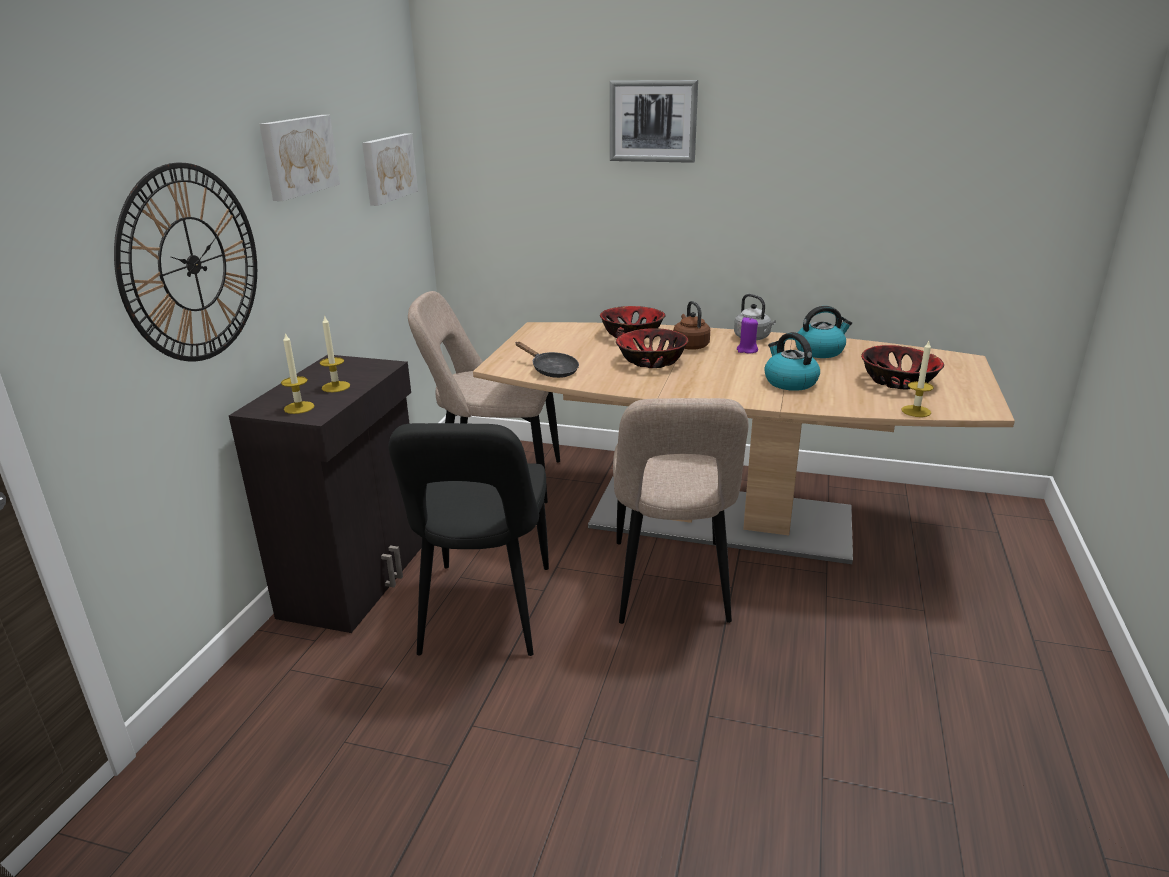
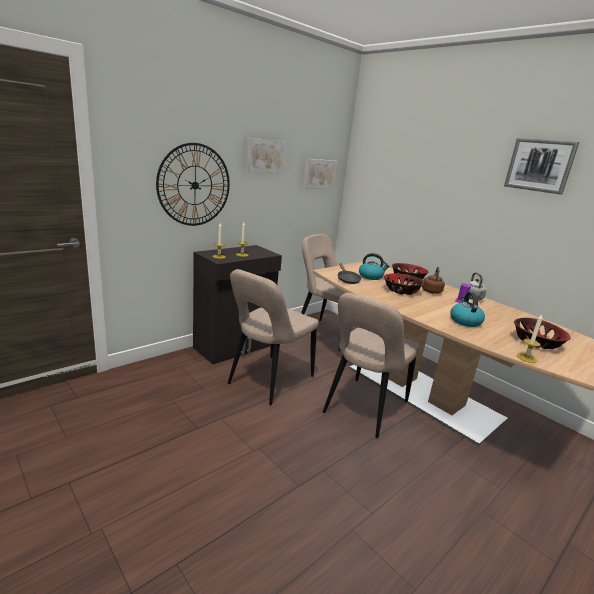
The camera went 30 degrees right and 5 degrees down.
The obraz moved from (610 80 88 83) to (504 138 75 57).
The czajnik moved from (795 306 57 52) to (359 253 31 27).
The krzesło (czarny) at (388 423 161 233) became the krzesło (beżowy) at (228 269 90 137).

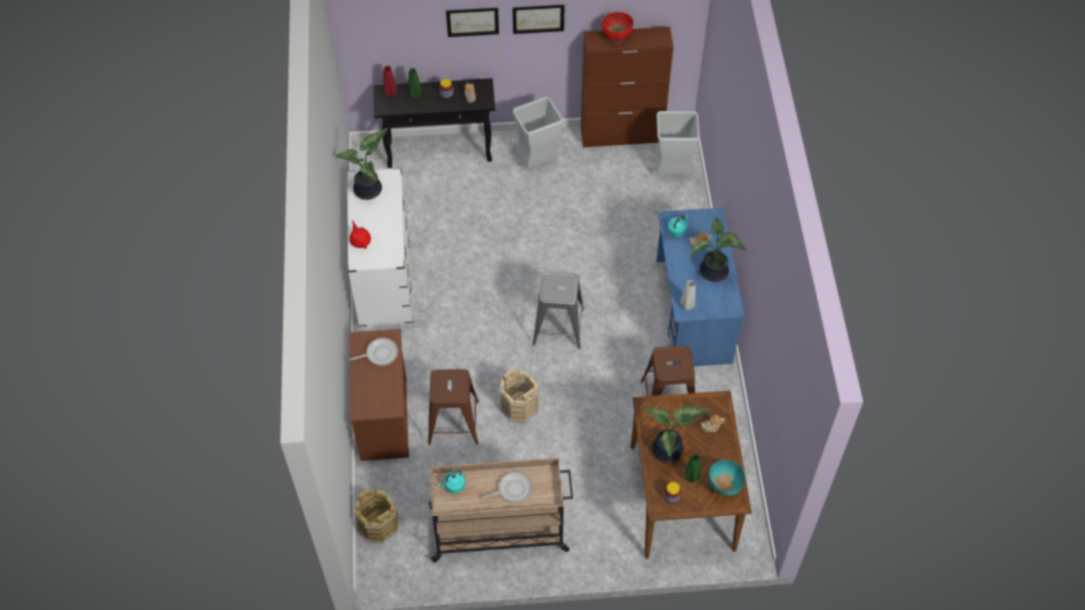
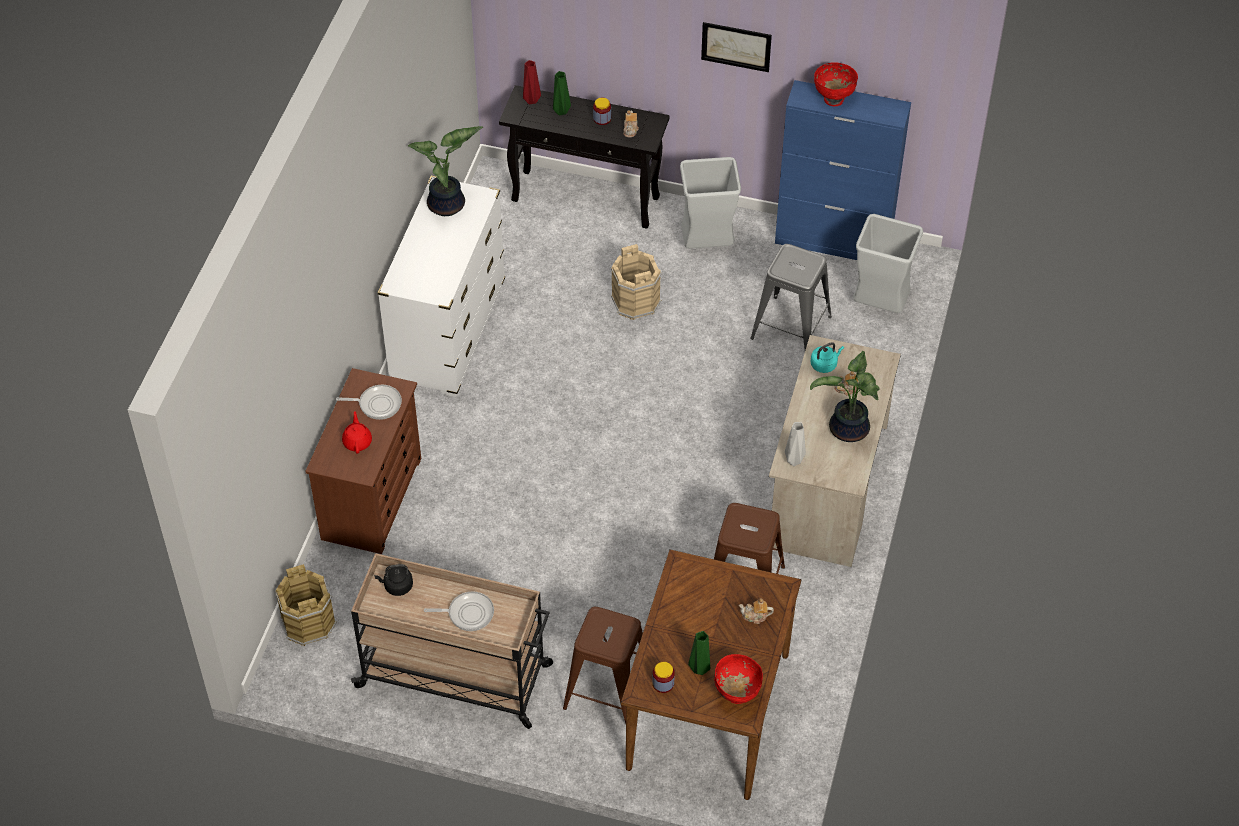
The camera went 20 degrees right and 5 degrees down.
The obraz at (446 8 53 29) disappeared.
The roślina doniczkowa at (645 406 66 57) disappeared.
The imbryk (czerwony) moved from (350 220 21 29) to (342 411 30 43).
The stołek (brązowy) moved from (428 369 51 76) to (563 607 80 117).
The wiadro (beżowy) moved from (499 368 40 56) to (611 244 51 76).
The stołek (szary) moved from (533 272 51 77) to (750 244 82 106).
The czajnik (turkusowy) at (438 470 28 23) became the czajnik (czarny) at (374 564 39 32).
The szafka (brązowy) at (581 27 92 120) became the szafka (niebieski) at (775 80 136 180).
The biurko (niebieski) at (656 207 89 159) became the biurko (beżowy) at (769 335 132 232).
The miska (turkusowy) at (709 460 36 35) became the miska (czerwony) at (714 654 49 50).

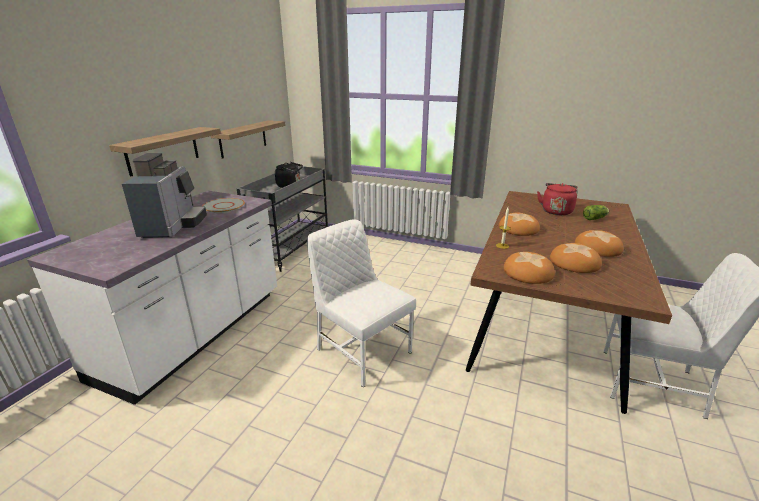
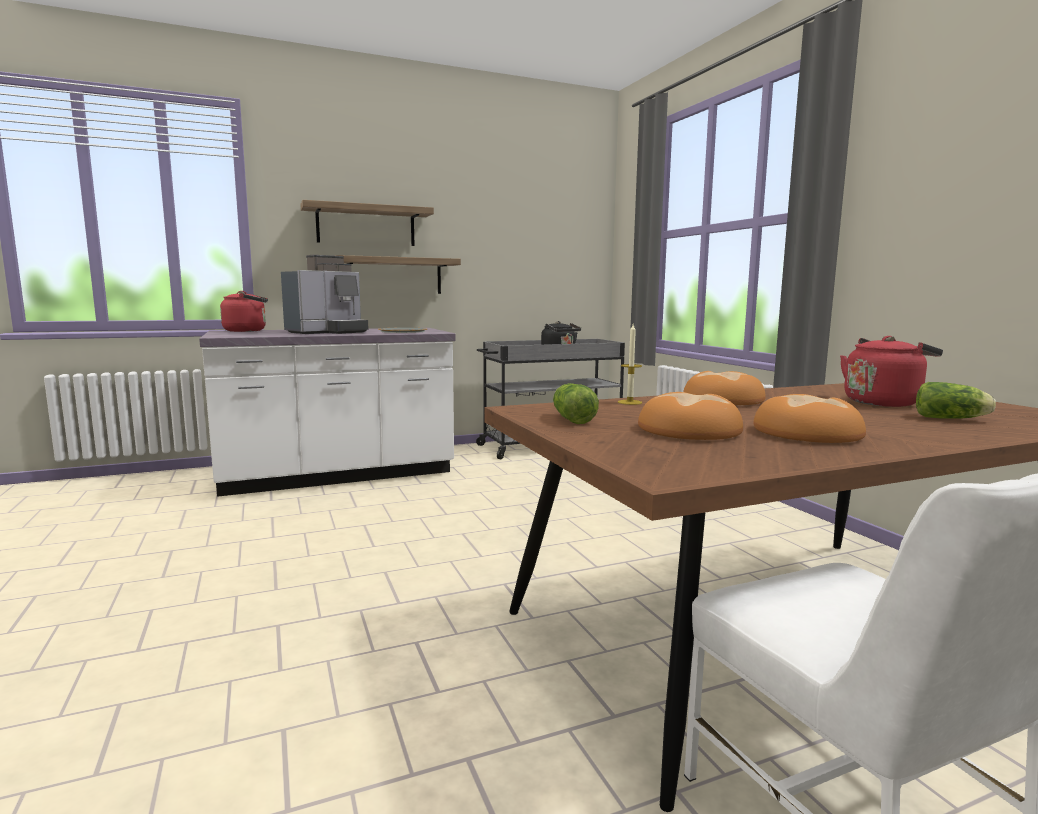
The camera went 45 degrees right and 15 degrees down.
The krzesło (biały) at (307 219 109 168) disappeared.
The czajnik (czerwony) at (220 291 48 41) appeared.
The półka moved from (211 120 75 39) to (300 200 134 46).
The chleb at (503 252 52 32) was replaced by the sałata at (553 383 46 41).

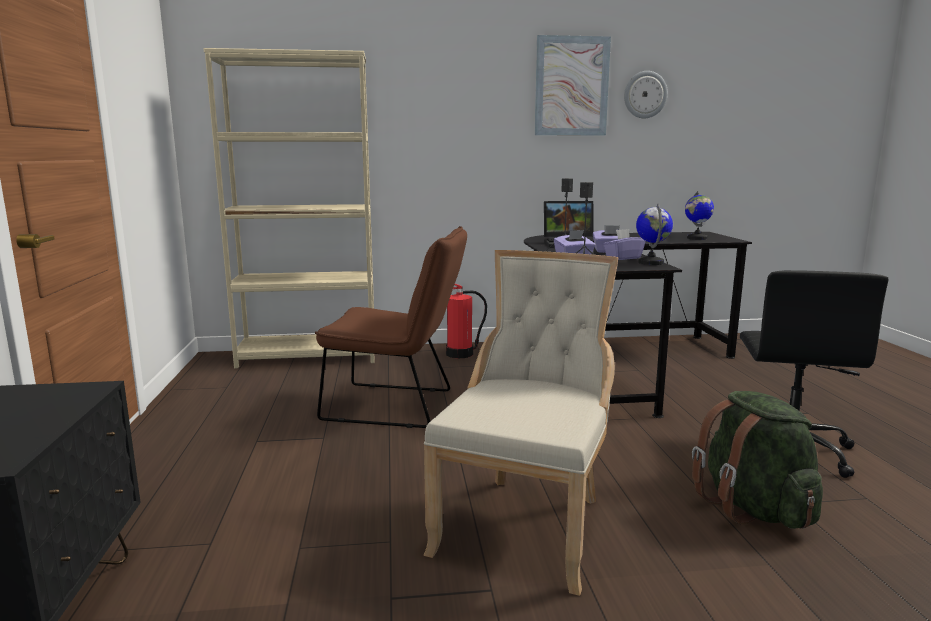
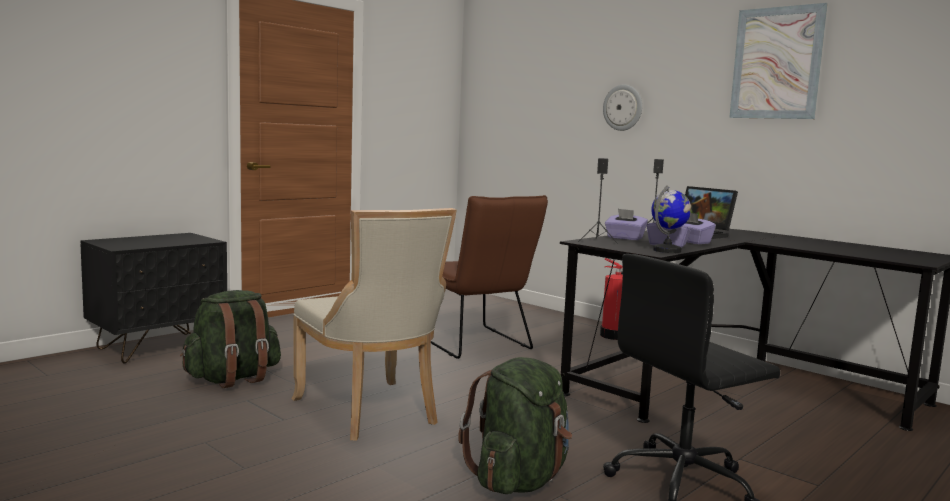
The camera went 50 degrees right and 5 degrees down.
The regał (beżowy) at (203 48 172 320) disappeared.
The globus at (685 191 29 49) disappeared.
The plecak (zielony) at (180 290 101 98) appeared.
The zegar ścienny moved from (624 71 44 47) to (603 84 39 47).
The krzesło (beżowy) at (423 250 196 346) turned 75 degrees clockwise.

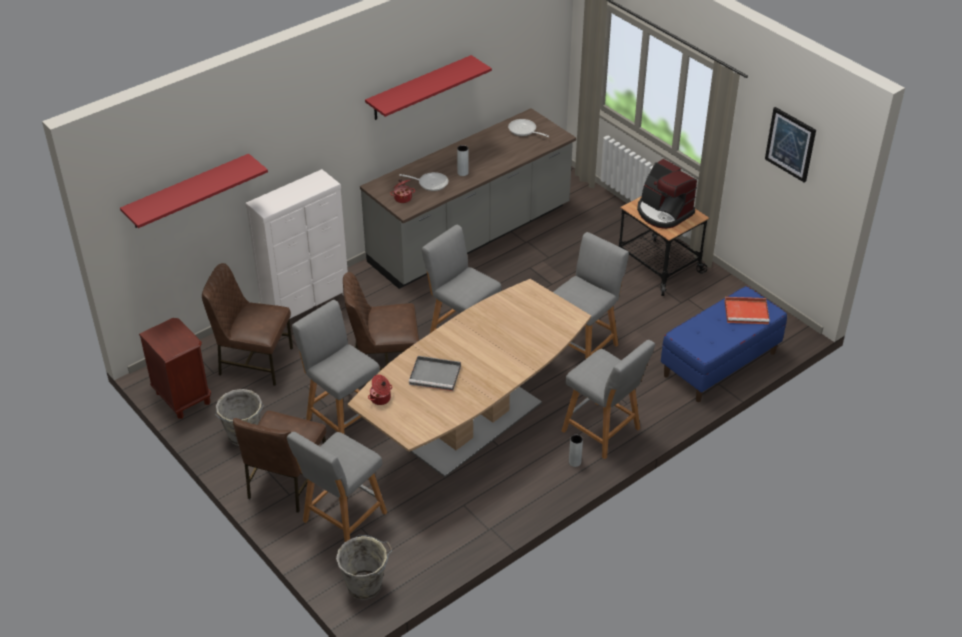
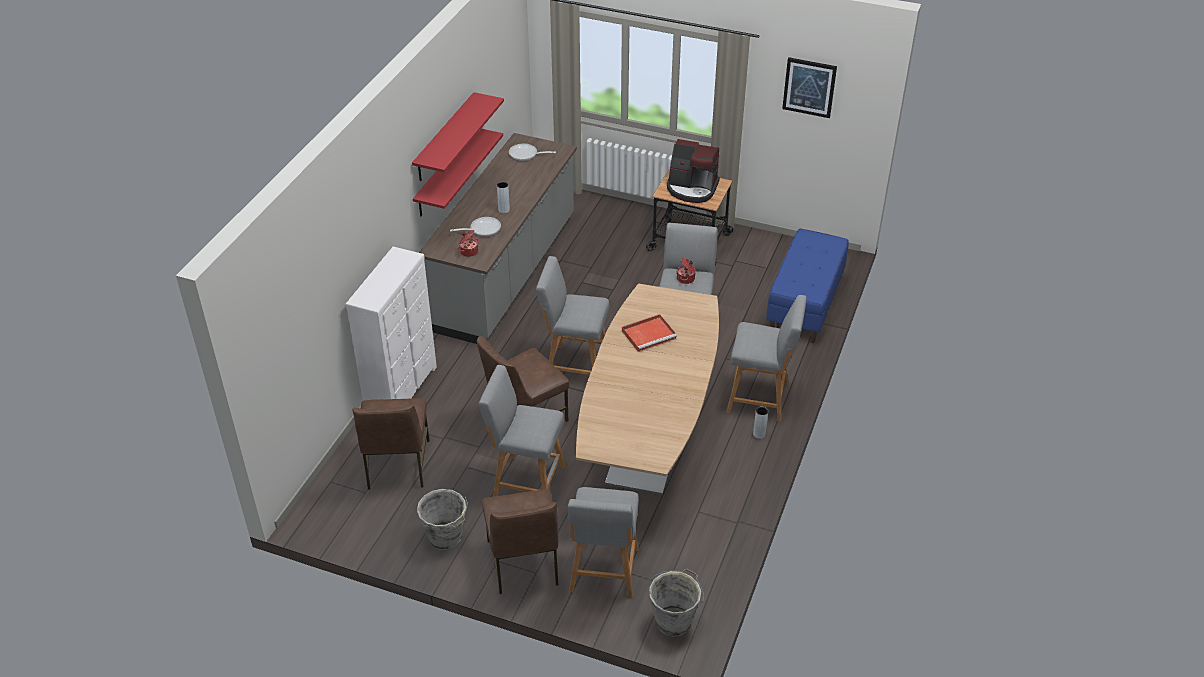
The camera went 30 degrees left and 0 degrees up.
The szafka nocna (brązowy) at (139 318 72 101) disappeared.
The taca (szary) at (409 356 52 35) disappeared.
The półka (czerwony) moved from (120 154 148 74) to (413 129 90 87).
The garnek moved from (368 374 25 31) to (676 257 20 27).
The taca (czerwony) moved from (725 297 45 27) to (622 314 55 38).
The krzesło (brązowy) at (202 263 91 123) turned 75 degrees counterclockwise.

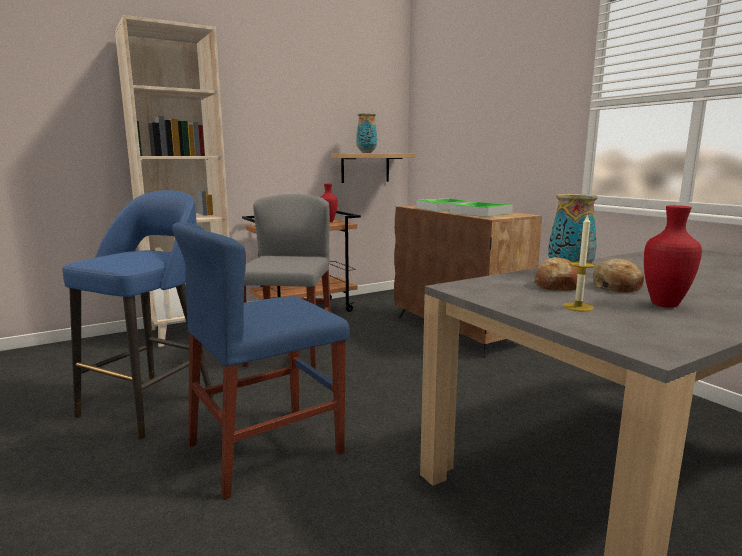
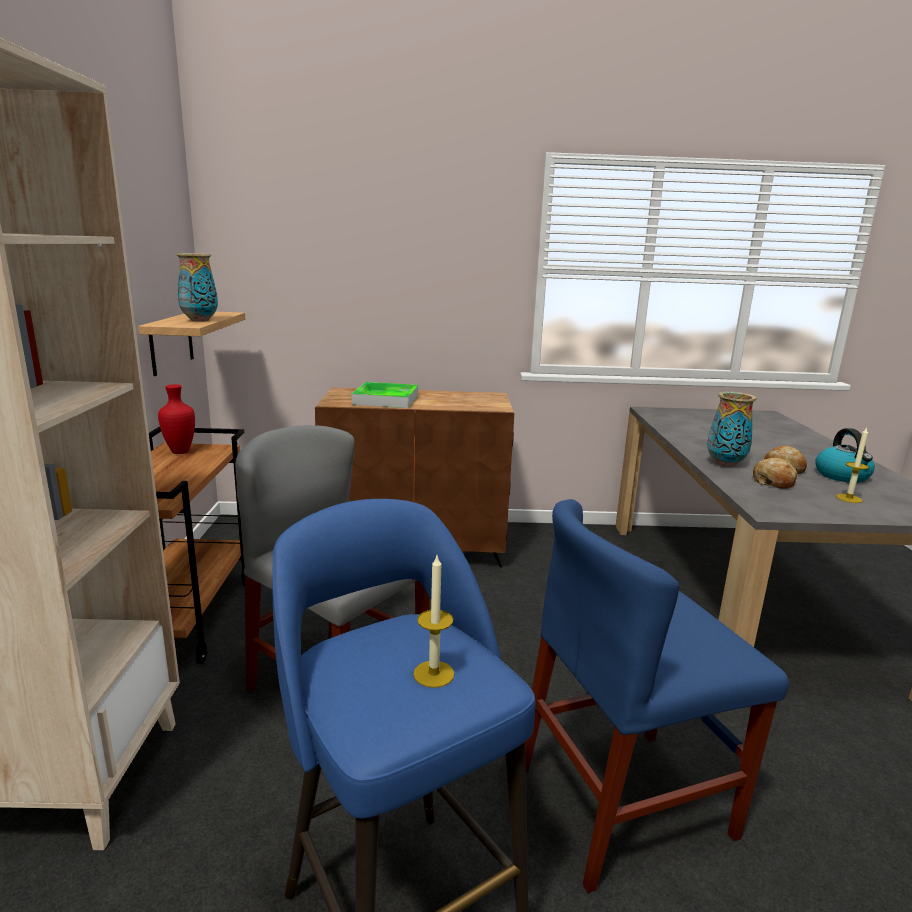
The camera went 60 degrees left and 5 degrees up.
The taca at (450 202 63 15) disappeared.
The świeca at (413 556 42 132) appeared.
The wazon (czerwony) at (644 205 58 103) was replaced by the czajnik at (815 428 60 55).
The krzesło (niebieski) at (172 222 178 278) turned 75 degrees clockwise.

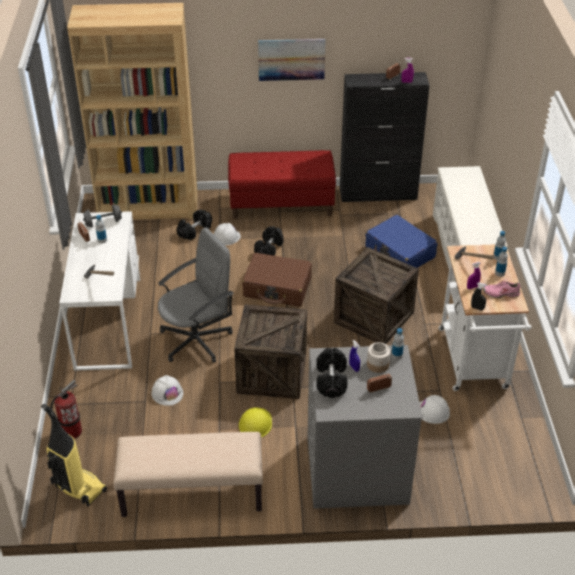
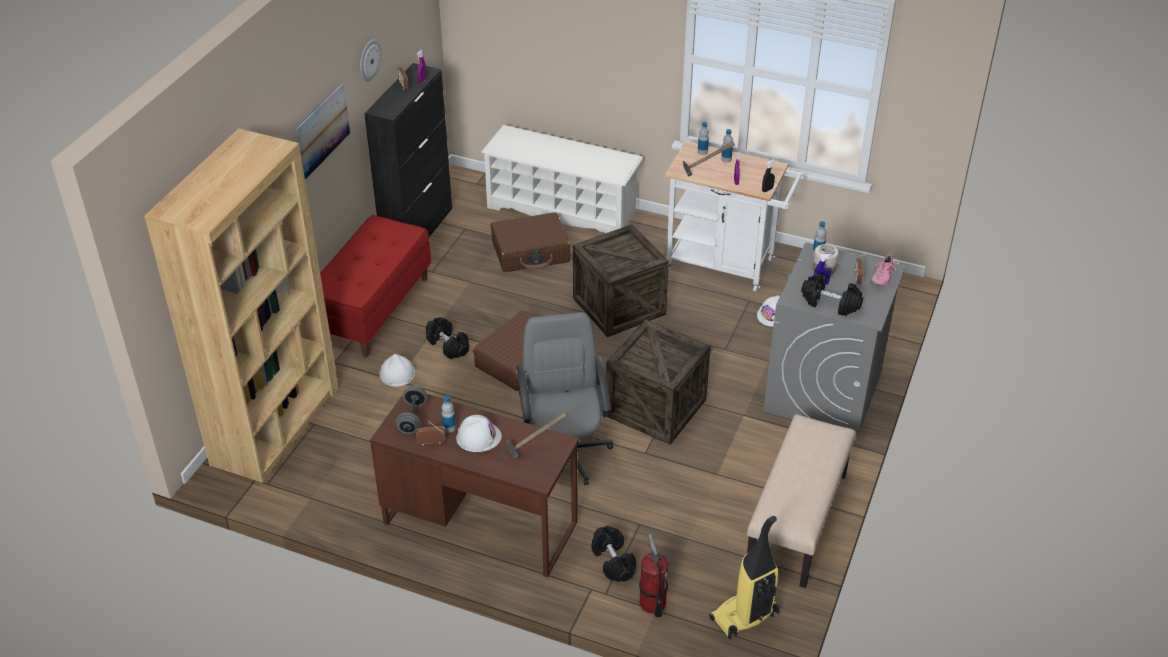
The camera went 65 degrees left and 0 degrees up.
The kask (żółty) at (239 407 33 30) disappeared.
The zegar ścienny at (360 39 21 42) appeared.
The kask (biały) moved from (152 375 31 31) to (456 415 46 37).
The hantel (czarny) moved from (177 209 35 31) to (592 525 44 57).
The but (różowy) moved from (483 279 37 19) to (871 253 27 33).
The biurko (biały) at (59 211 81 160) became the biurko (brązowy) at (370 394 209 183).
The walizka (niebieski) at (365 215 73 53) became the walizka (brązowy) at (491 212 79 60).

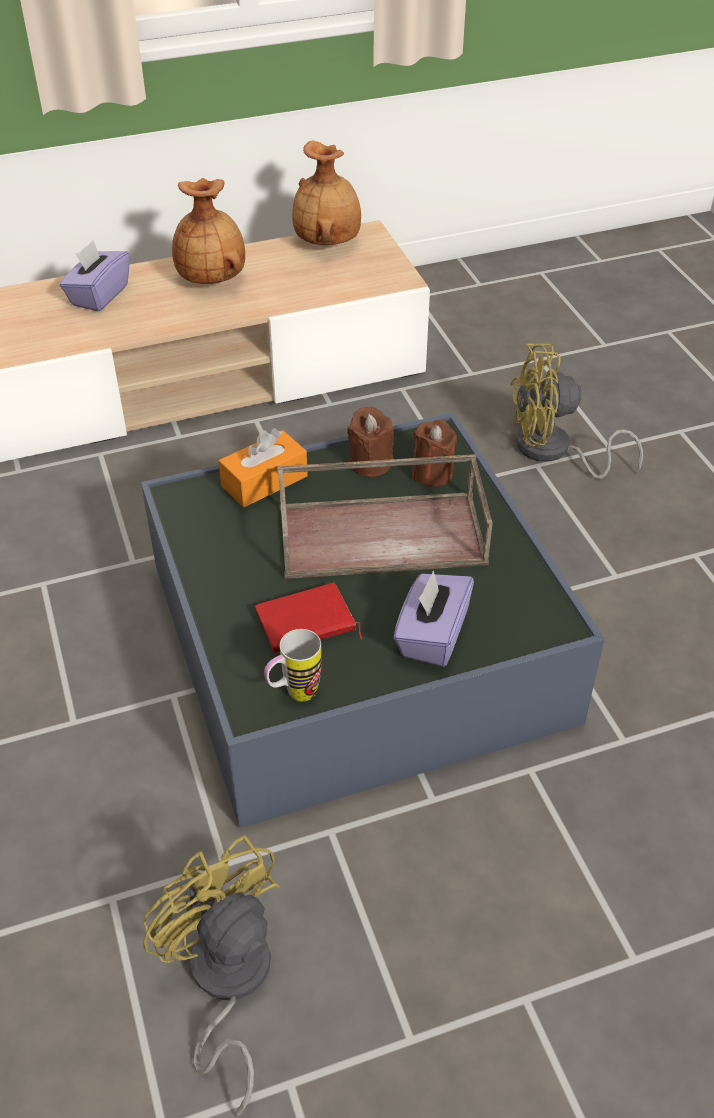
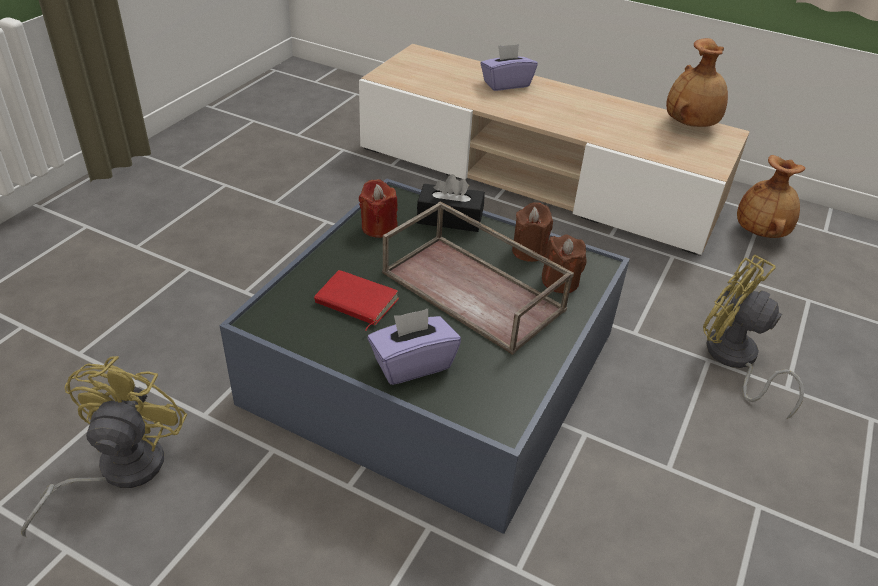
The camera went 45 degrees right and 5 degrees down.
The kubek at (264 629 58 72) disappeared.
The świeca (czerwony) at (359 179 39 59) appeared.
The wazon (brązowy) moved from (172 178 73 106) to (737 155 69 83).
The pudełko chusteczek (pomarańczowy) at (219 428 89 79) became the pudełko chusteczek (czarny) at (417 174 68 58).

